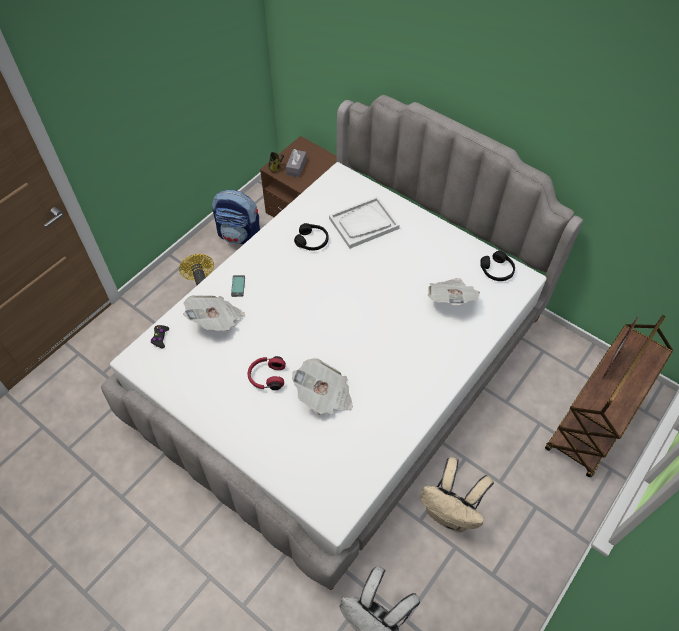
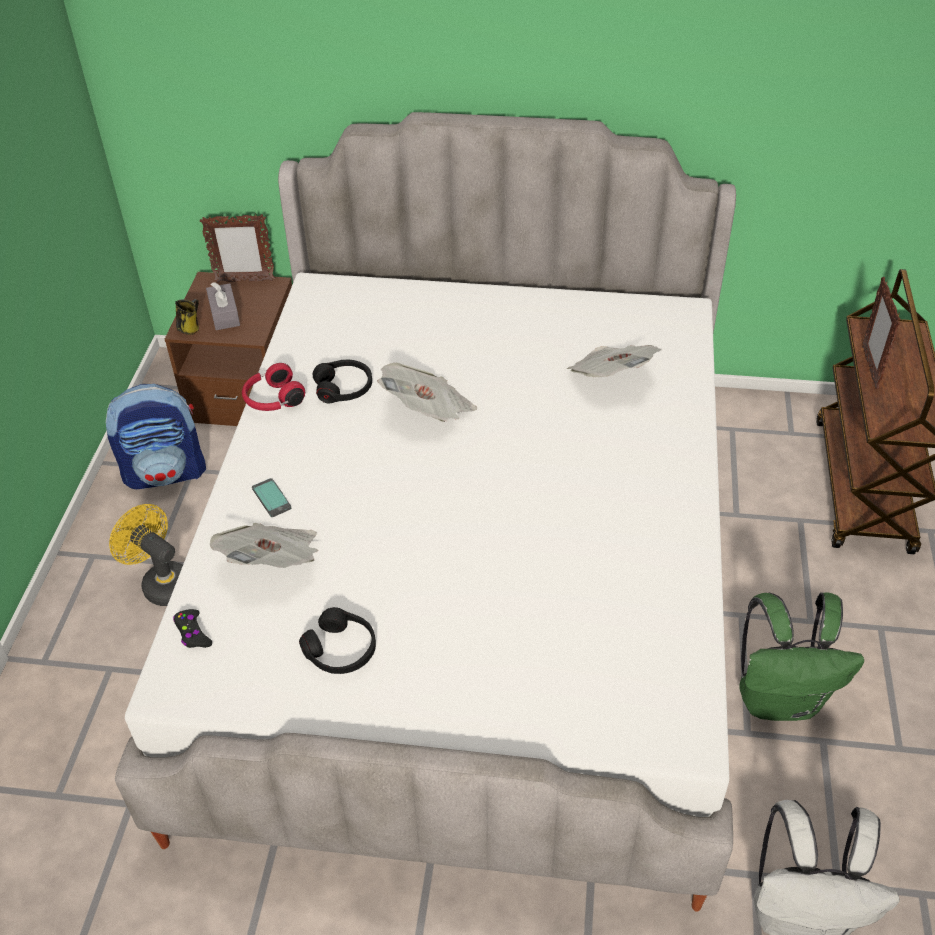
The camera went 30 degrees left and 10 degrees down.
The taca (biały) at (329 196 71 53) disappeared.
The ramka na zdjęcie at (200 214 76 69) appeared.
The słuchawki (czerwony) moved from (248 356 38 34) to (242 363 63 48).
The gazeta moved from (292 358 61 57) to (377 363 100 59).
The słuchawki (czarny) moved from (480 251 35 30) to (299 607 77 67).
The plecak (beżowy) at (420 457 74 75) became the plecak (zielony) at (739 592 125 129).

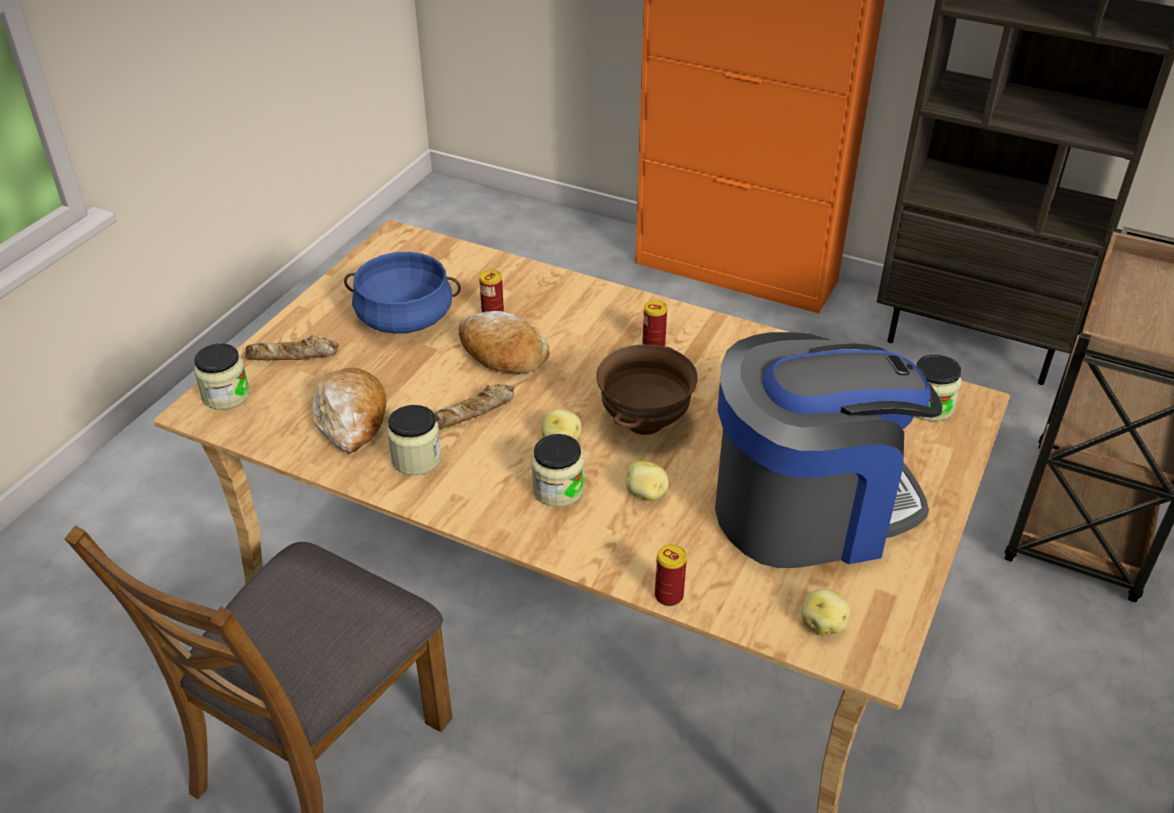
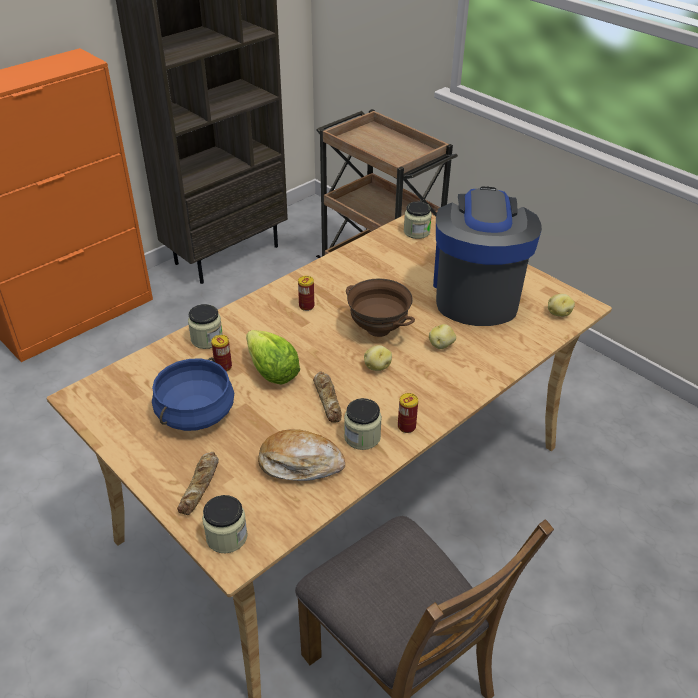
The camera went 70 degrees left and 0 degrees up.
The słoik moved from (531 434 53 73) to (188 304 35 45).
The puszka moved from (655 544 32 62) to (398 393 20 40).
The chleb at (459 311 91 63) was replaced by the sałata at (246 330 54 55).

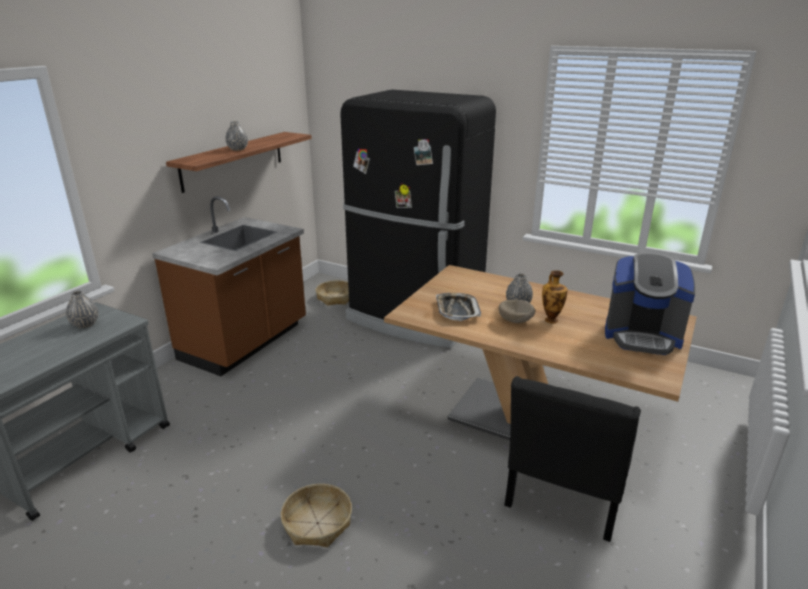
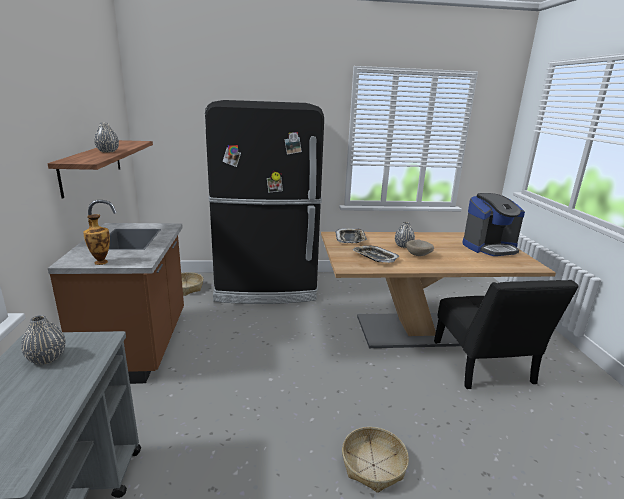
The camera went 35 degrees left and 5 degrees down.
The taca at (335 228 32 15) appeared.
The wazon moved from (542 270 26 54) to (83 214 27 51).

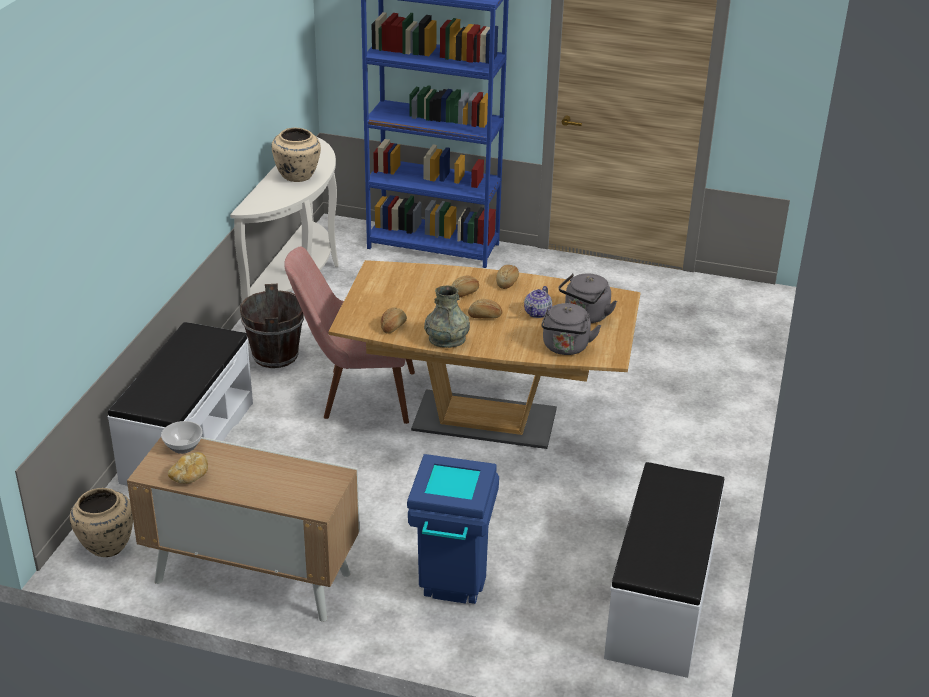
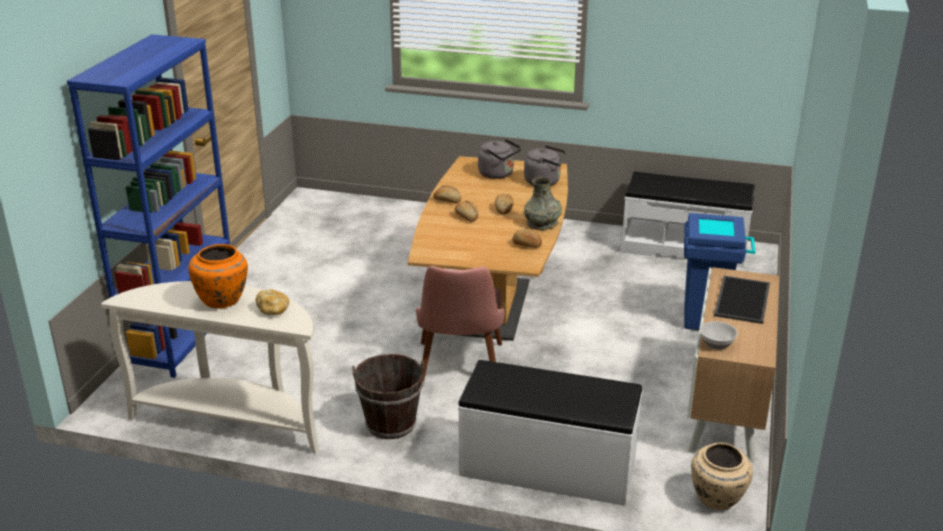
The camera went 90 degrees left and 5 degrees down.
The imbryk at (524 286 28 32) disappeared.
The taca at (714 276 56 48) appeared.
The chleb moved from (168 452 40 32) to (256 289 33 26).
The wazon (beżowy) at (272 128 49 54) became the wazon (pomarańczowy) at (188 244 60 64).

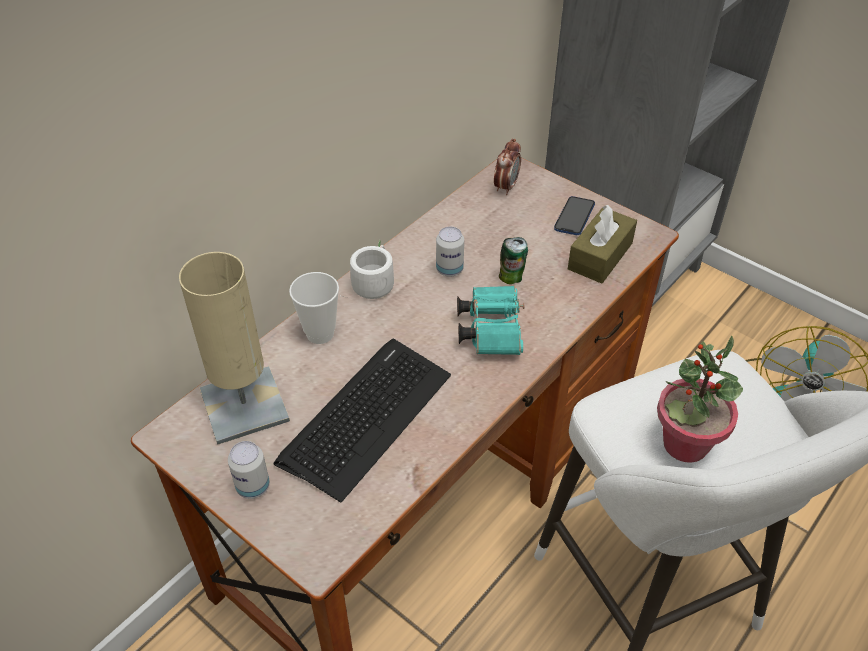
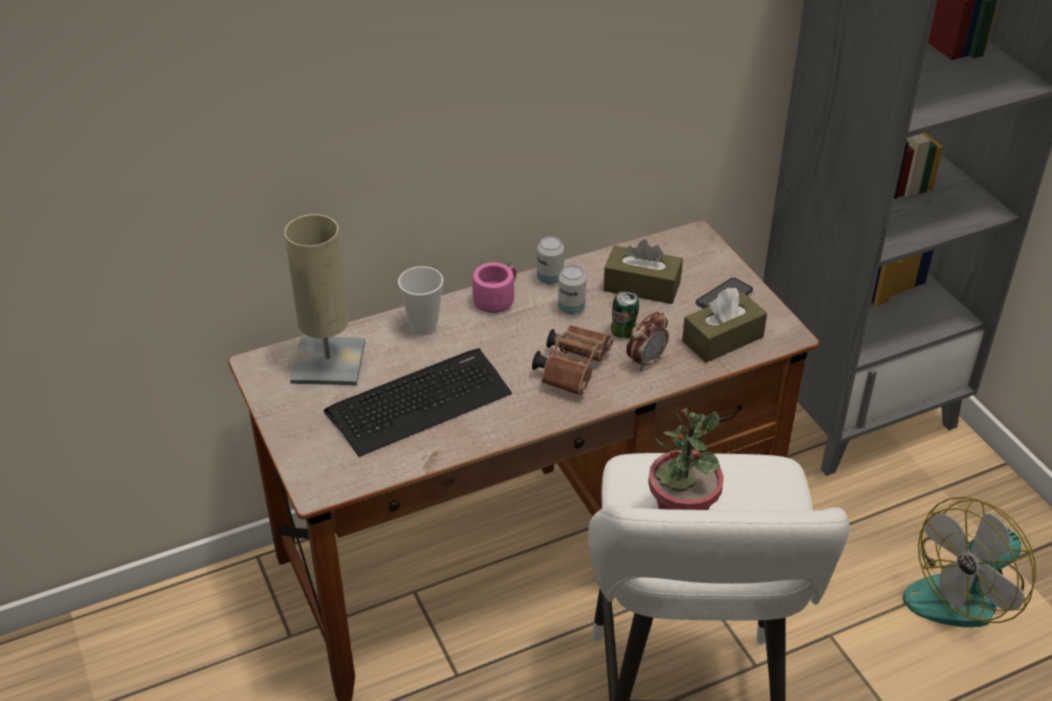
The camera went 25 degrees right and 5 degrees down.
The pudełko chusteczek (brązowy) at (604 240 79 64) appeared.
The puszka moved from (228 441 42 58) to (537 236 27 49).
The budzik moved from (494 139 27 56) to (626 312 43 59).
The kubek (biały) at (350 240 44 59) became the kubek (różowy) at (460 260 57 53).
The lornetka (turkusowy) at (457 286 67 69) became the lornetka (brązowy) at (532 325 81 70).

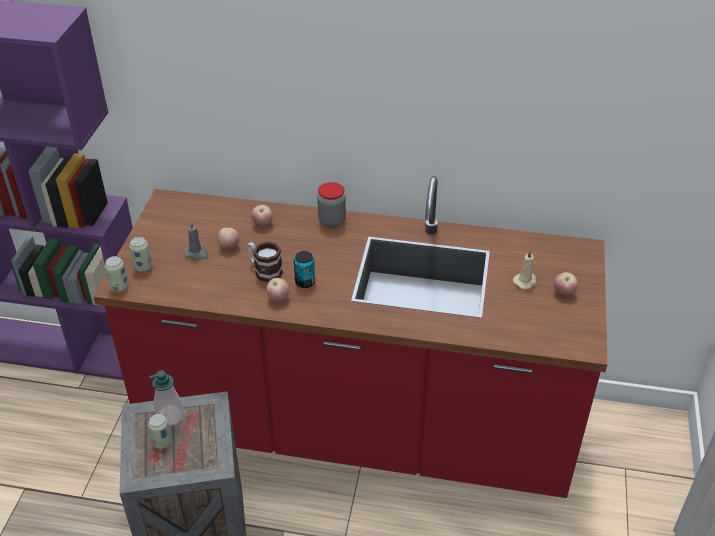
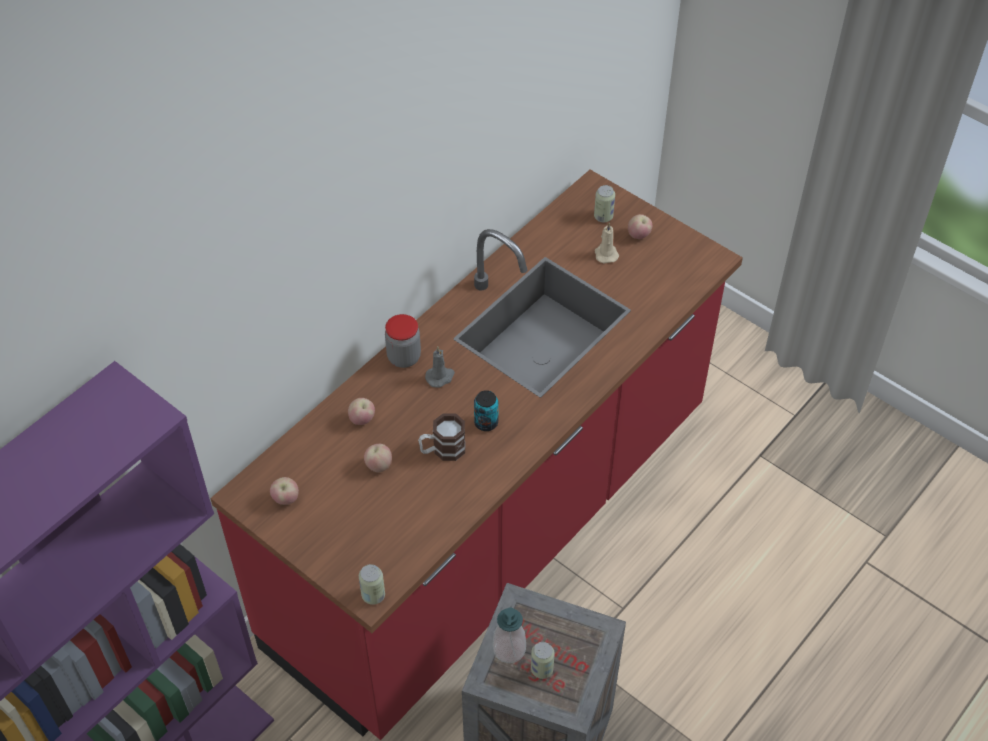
The camera went 60 degrees left and 10 degrees up.
The puszka moved from (129 237 23 35) to (594 185 21 37).
The świeca (szary) moved from (184 222 24 38) to (425 347 30 40).
The jabłko moved from (266 278 23 24) to (270 477 29 28).

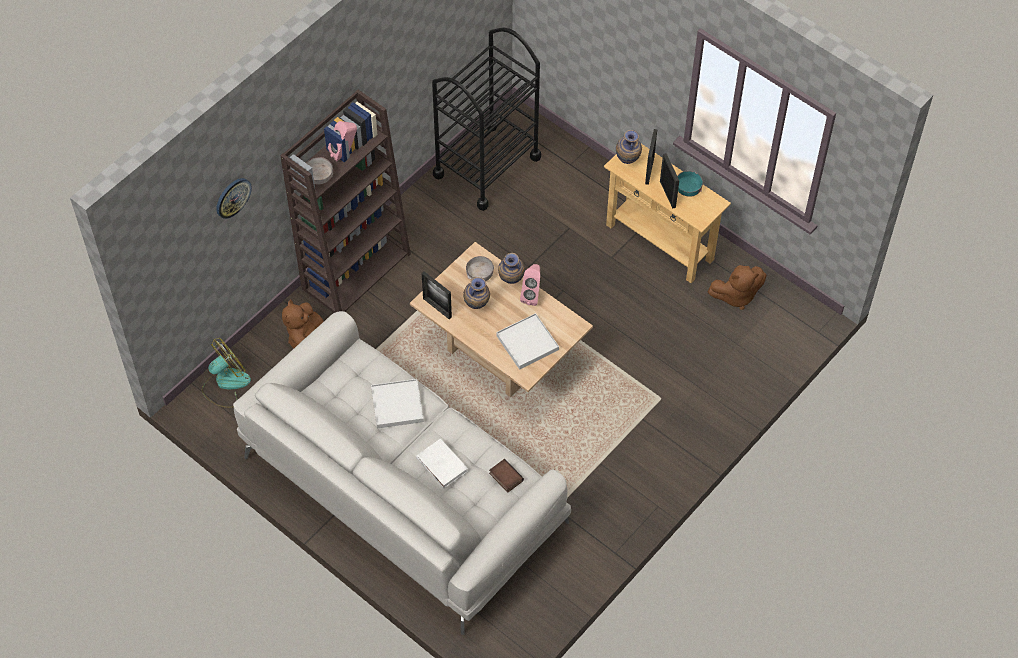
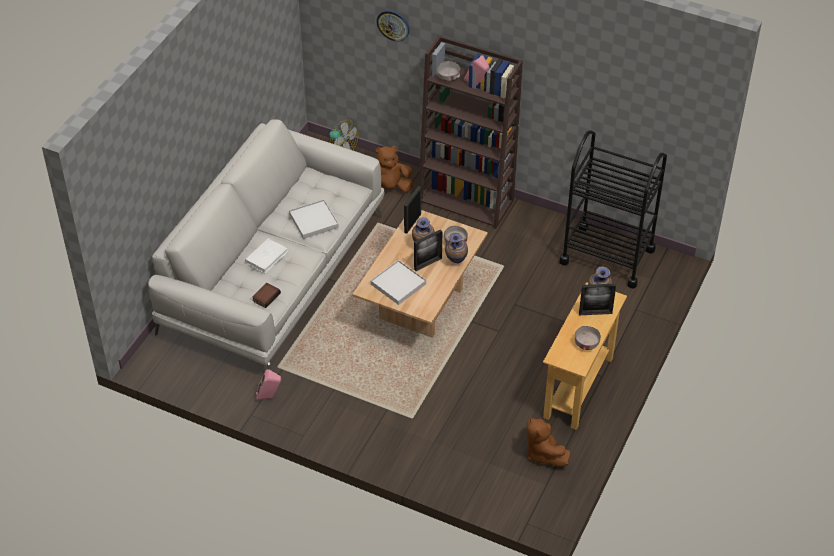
The camera went 75 degrees right and 10 degrees down.
The głośnik (różowy) moved from (520 264 20 42) to (256 369 25 31).
The ramka na zdjęcie moved from (660 153 19 56) to (414 229 28 42).
The miska (turkusowy) at (677 171 26 26) became the miska (szary) at (575 326 26 24).

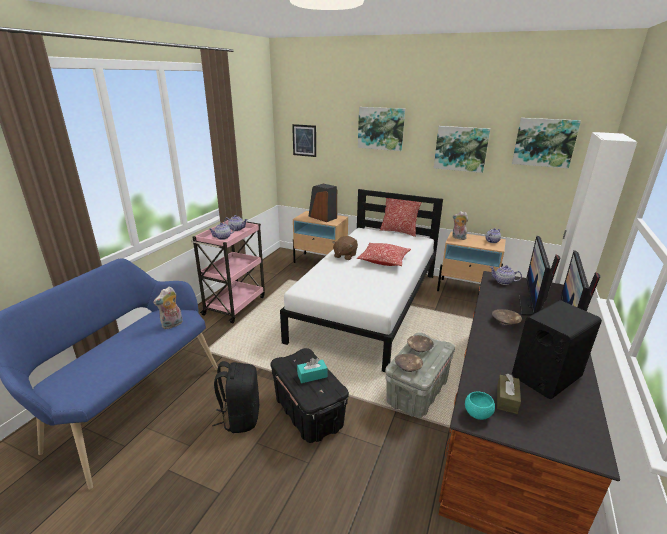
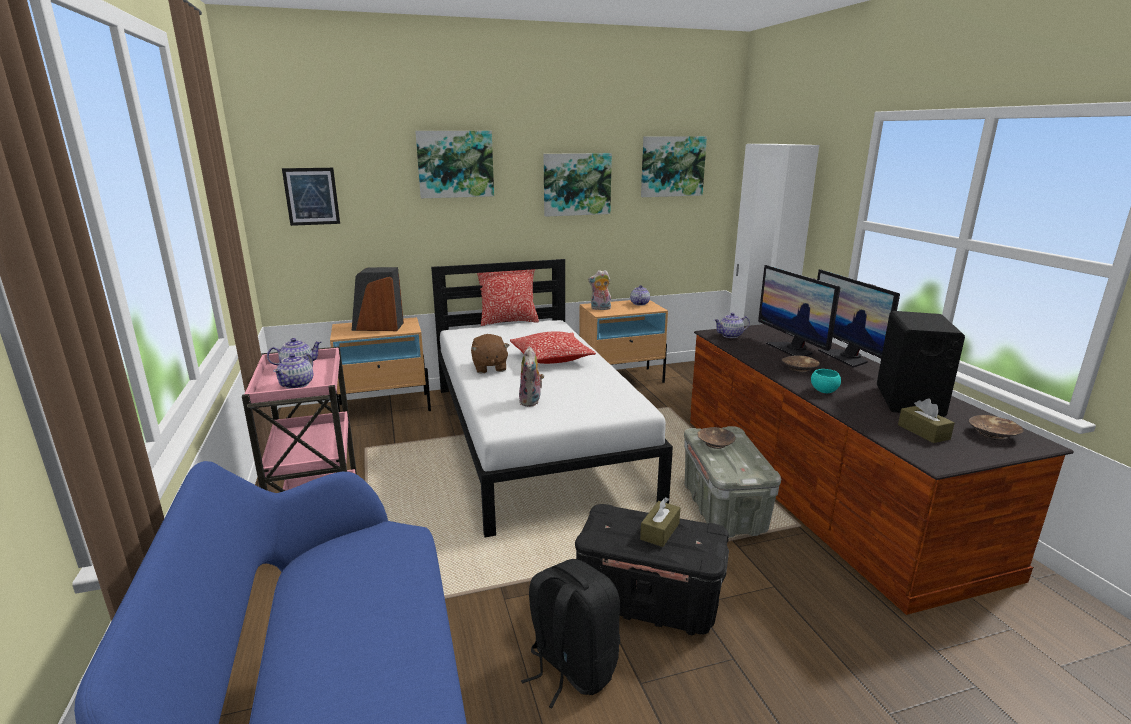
The camera went 40 degrees left and 5 degrees down.
The pluszak moved from (153 287 30 42) to (519 347 25 60).
The miska (brązowy) moved from (395 354 28 18) to (969 415 55 26).
The miska (turkusowy) moved from (465 392 30 28) to (811 369 30 24).
The pudełko chusteczek (turkusowy) at (297 358 30 25) became the pudełko chusteczek (brązowy) at (640 497 40 50).

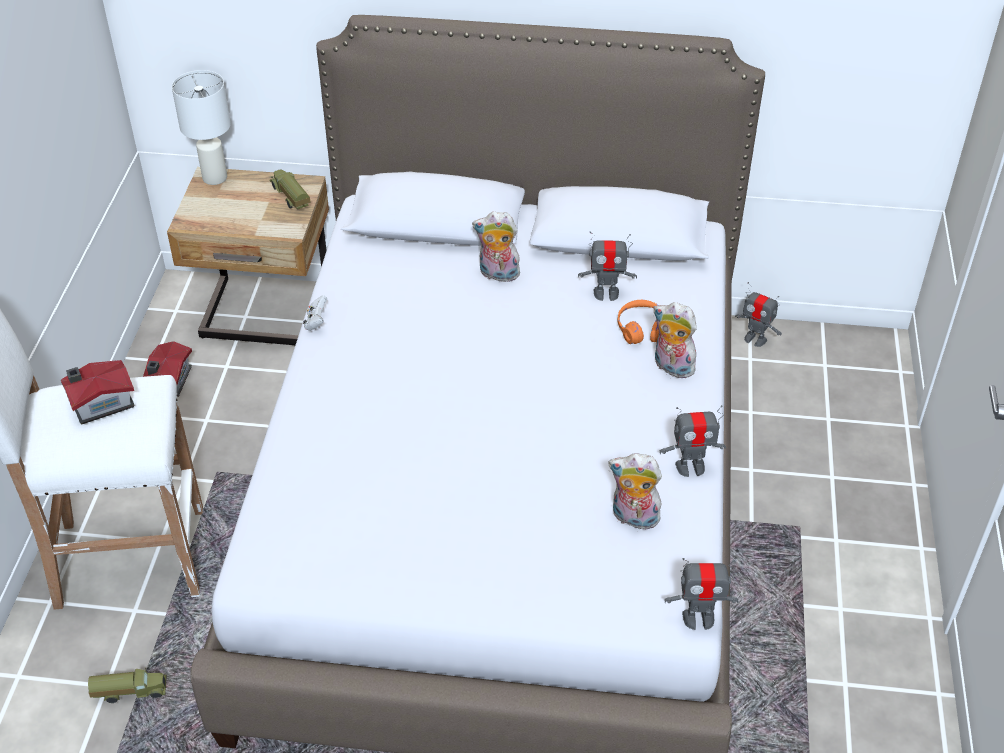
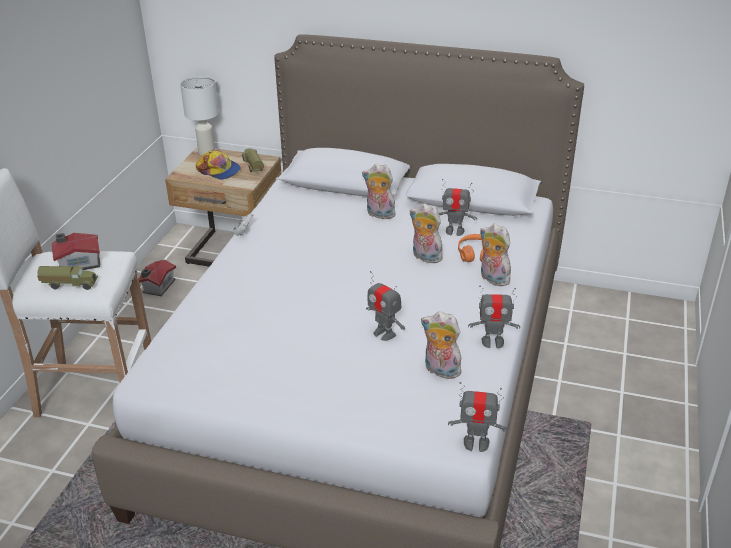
The camera went 10 degrees right and 10 degrees down.
The czapka z daszkiem at (196 150 45 30) appeared.
The pluszak at (409 204 34 59) appeared.
The ciężarówka zabawkowa moved from (88 668 78 35) to (37 266 61 24).
The robot zabawkowy moved from (735 282 47 65) to (366 271 39 70).

